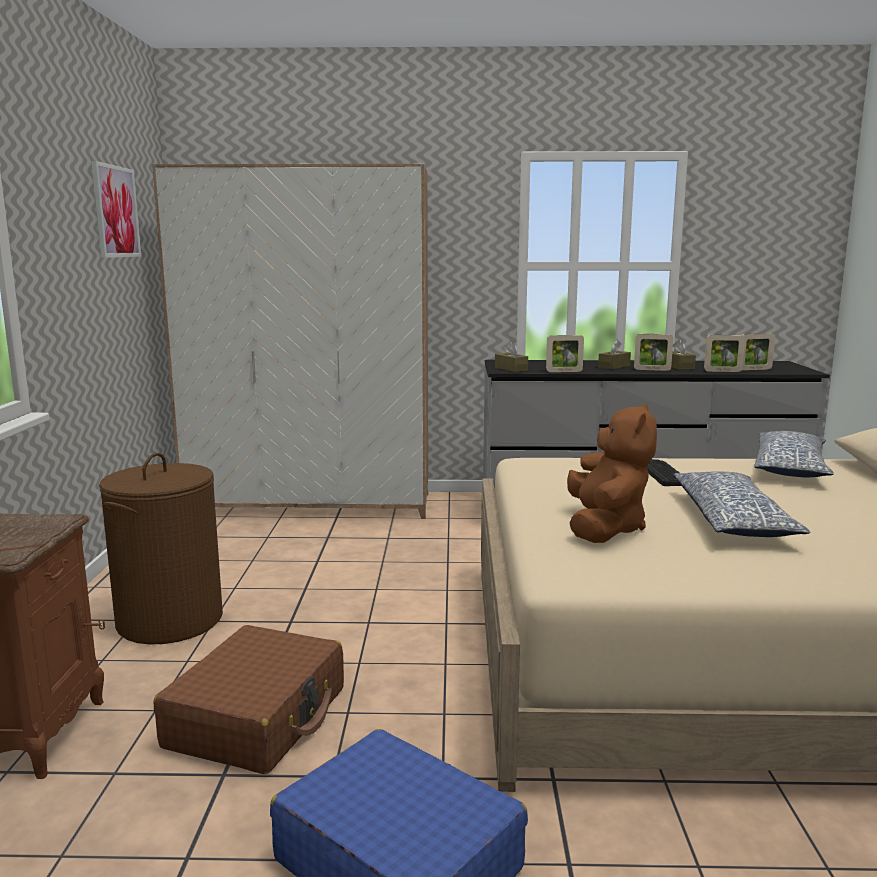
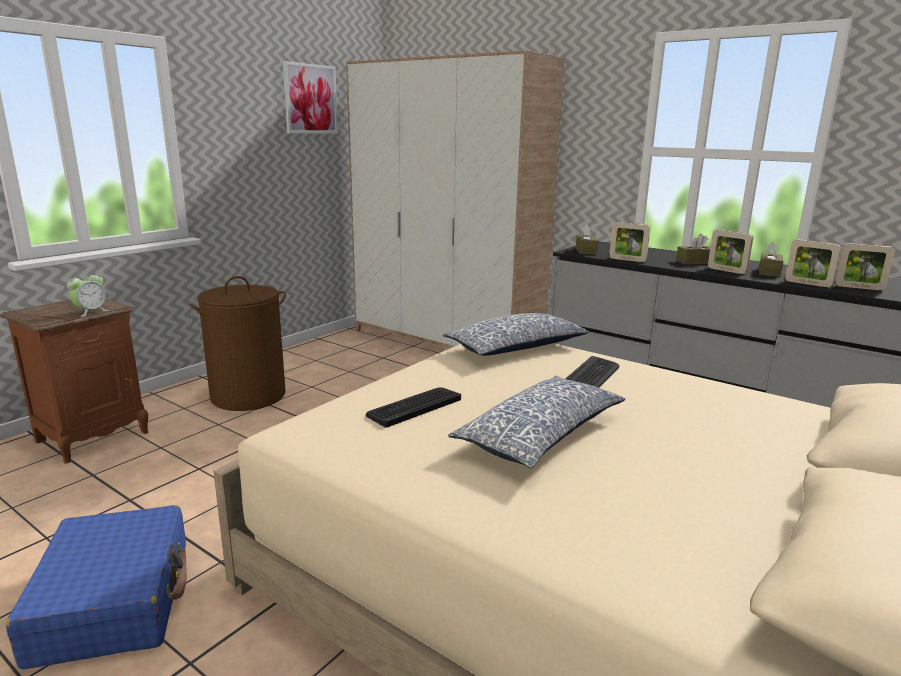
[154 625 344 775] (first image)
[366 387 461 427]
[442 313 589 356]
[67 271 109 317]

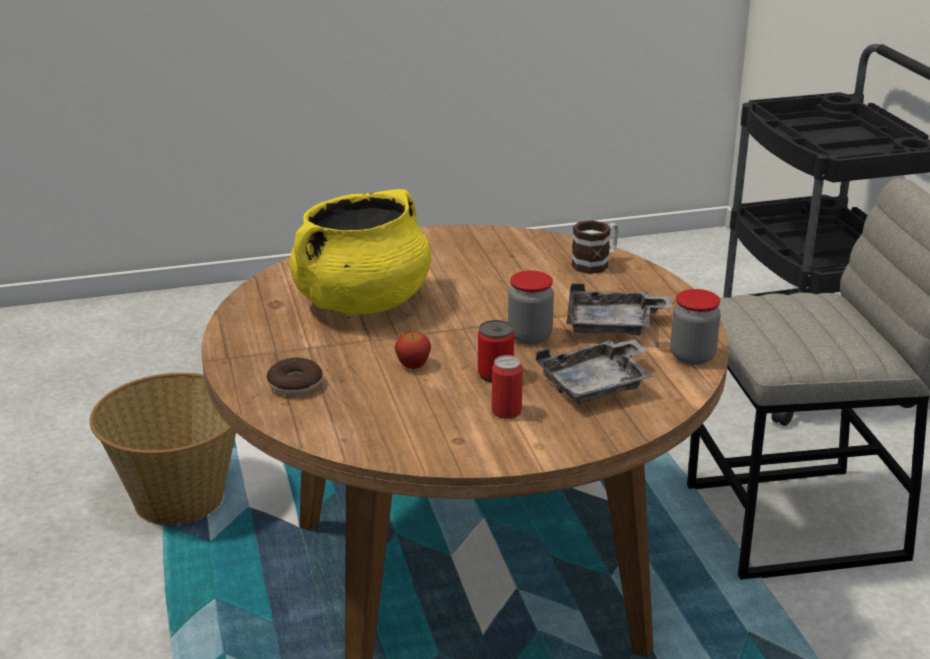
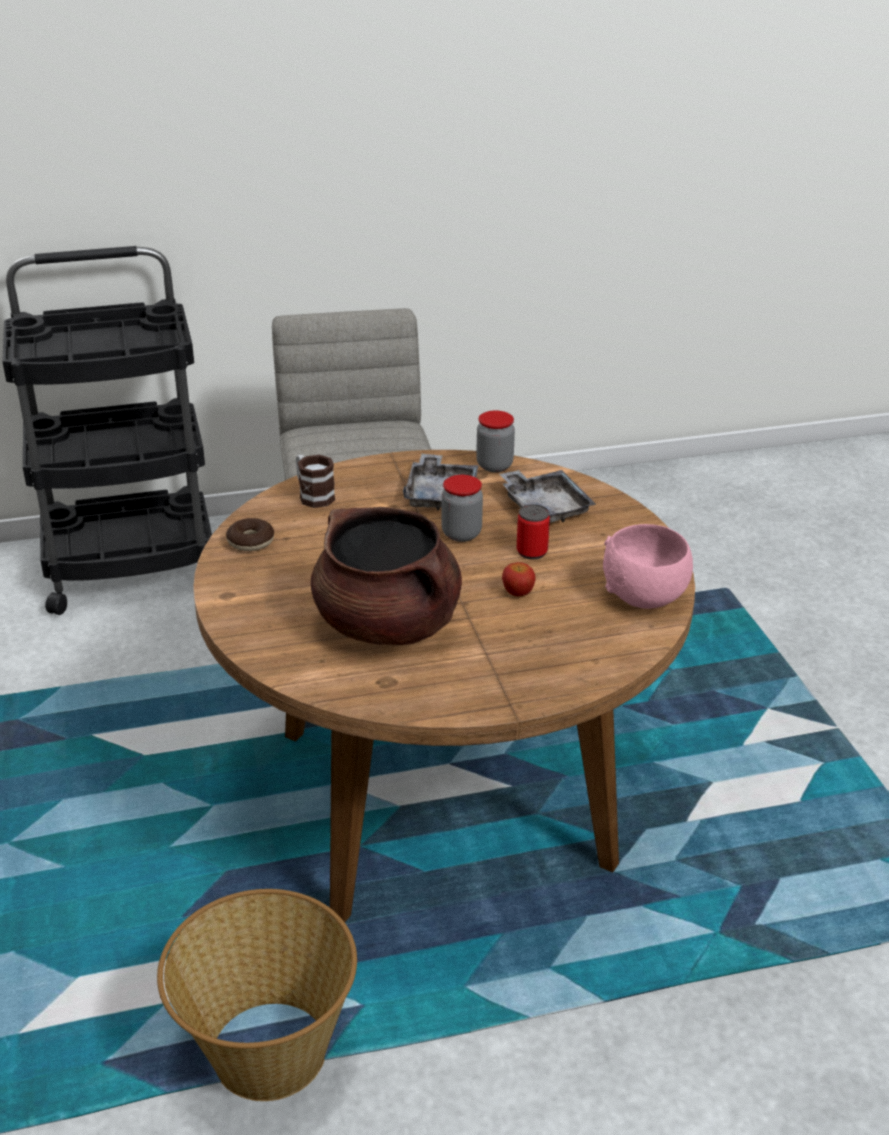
[226 518 274 551]
[311 507 462 645]
[492 355 523 419] (first image)
[603 524 693 609]

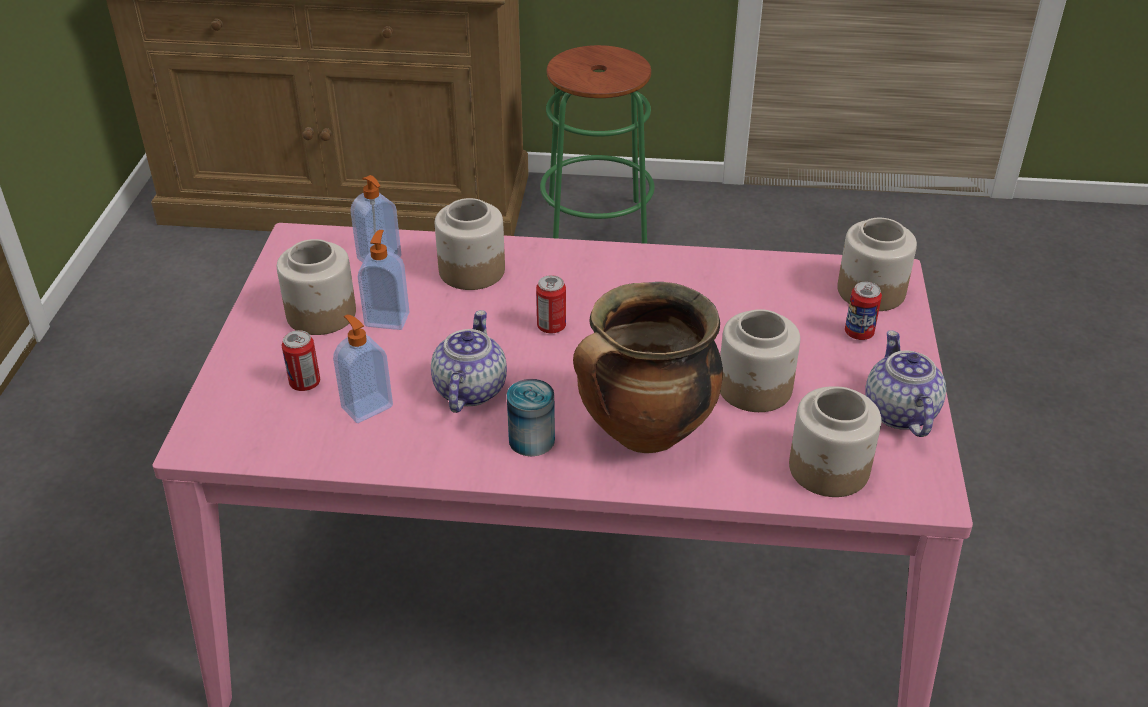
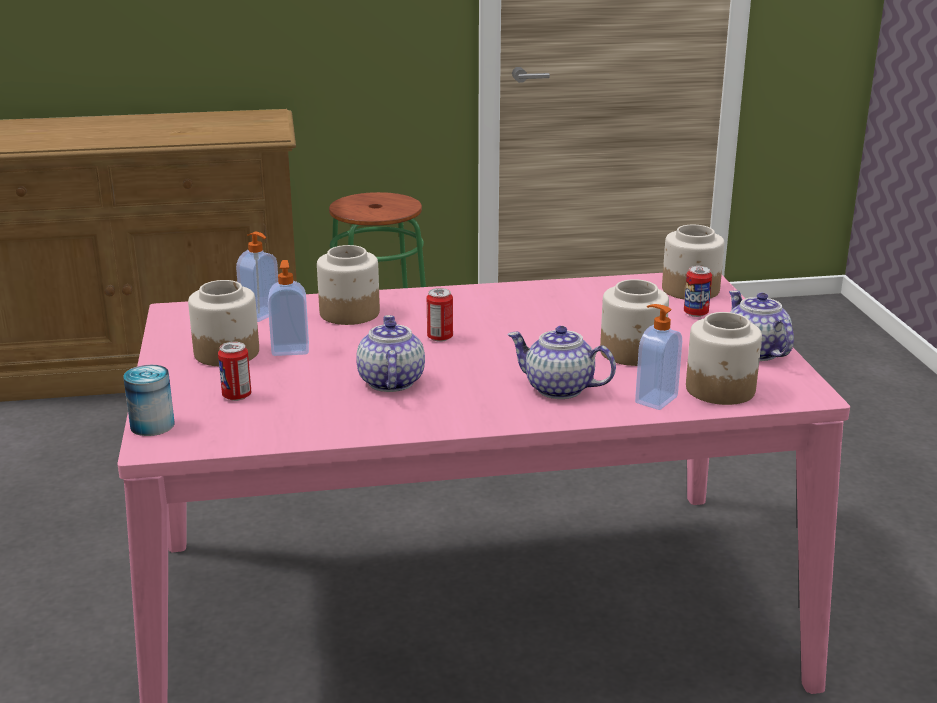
[635 304 682 410]
[123 365 175 436]
[508 326 616 399]

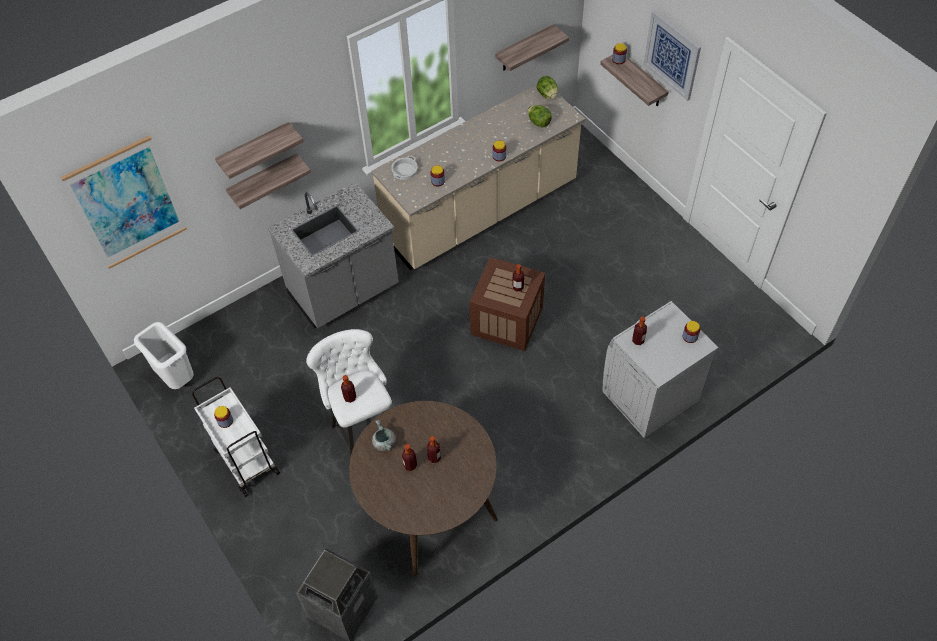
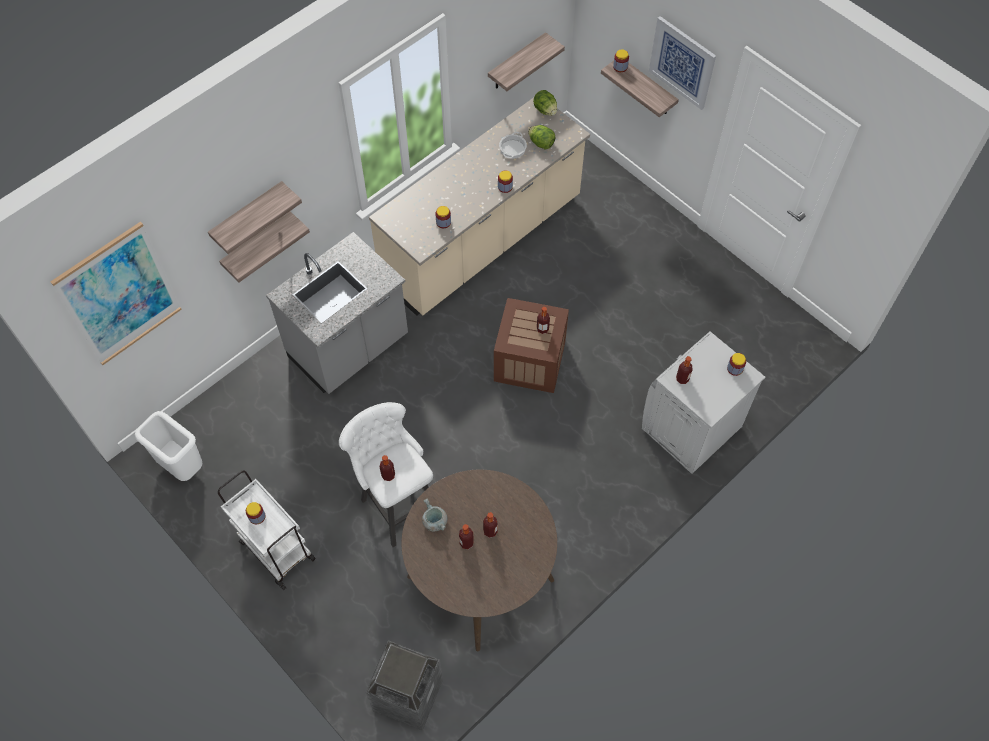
[499 132 527 159]

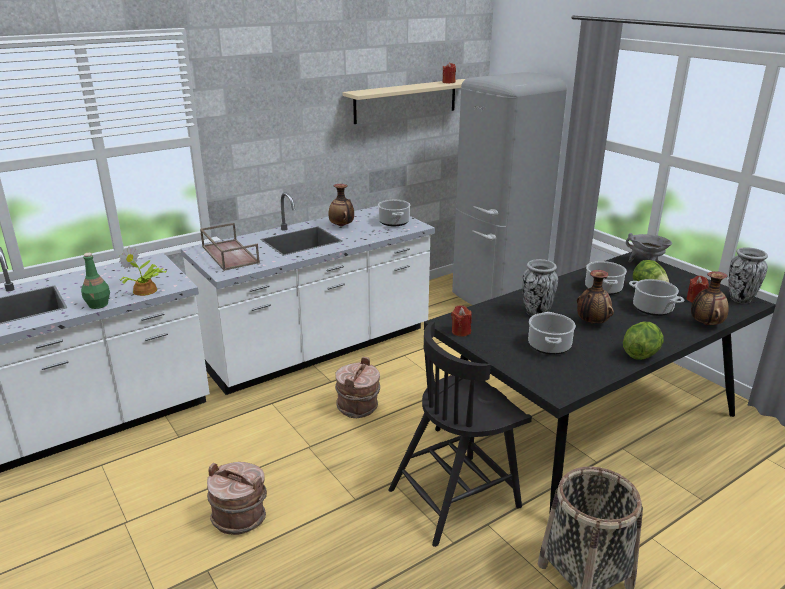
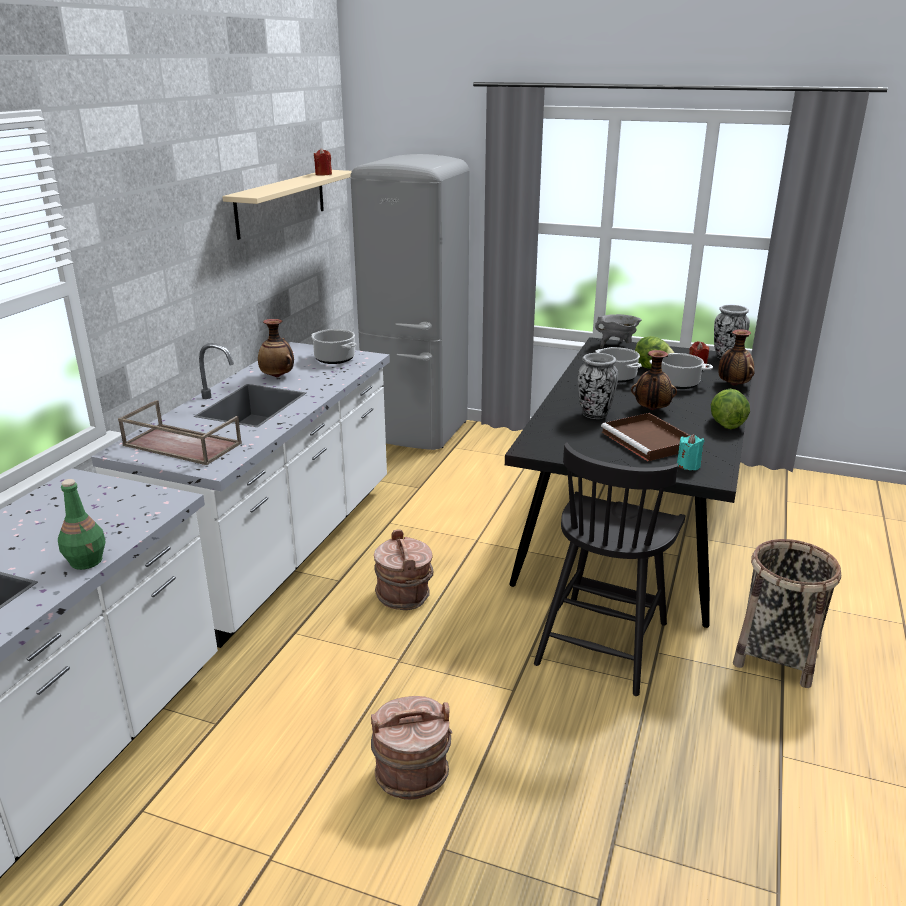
[119 247 167 296] (first image)
[451 305 472 337] (first image)
[601 413 691 461]
[677 434 704 470]

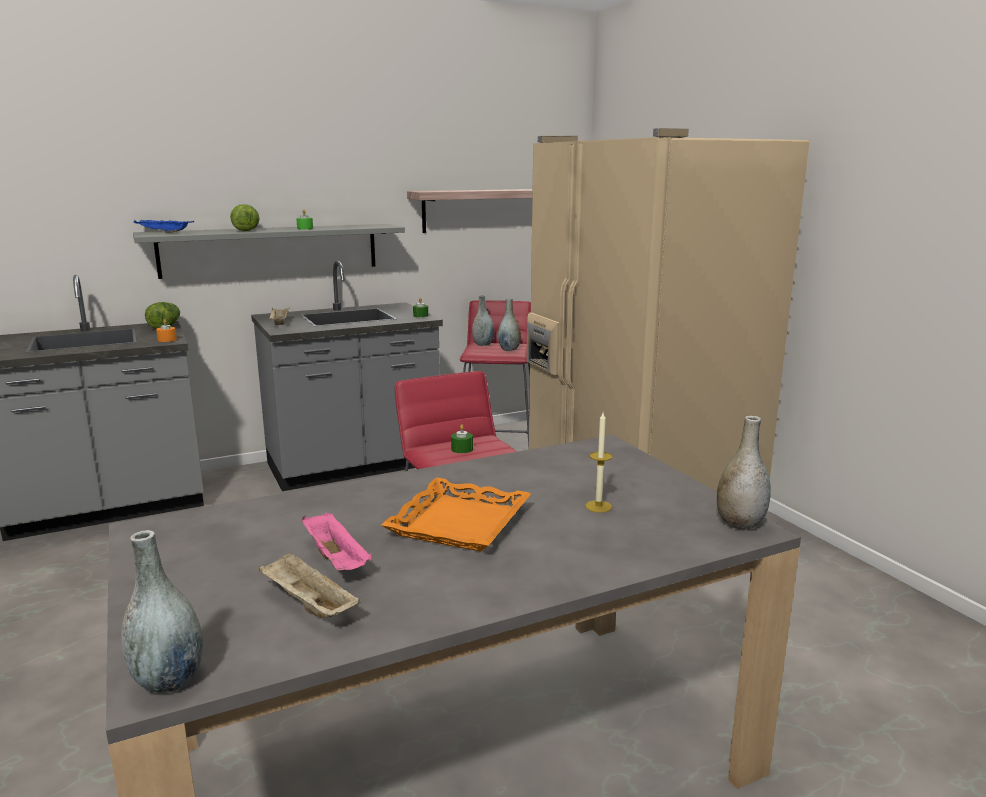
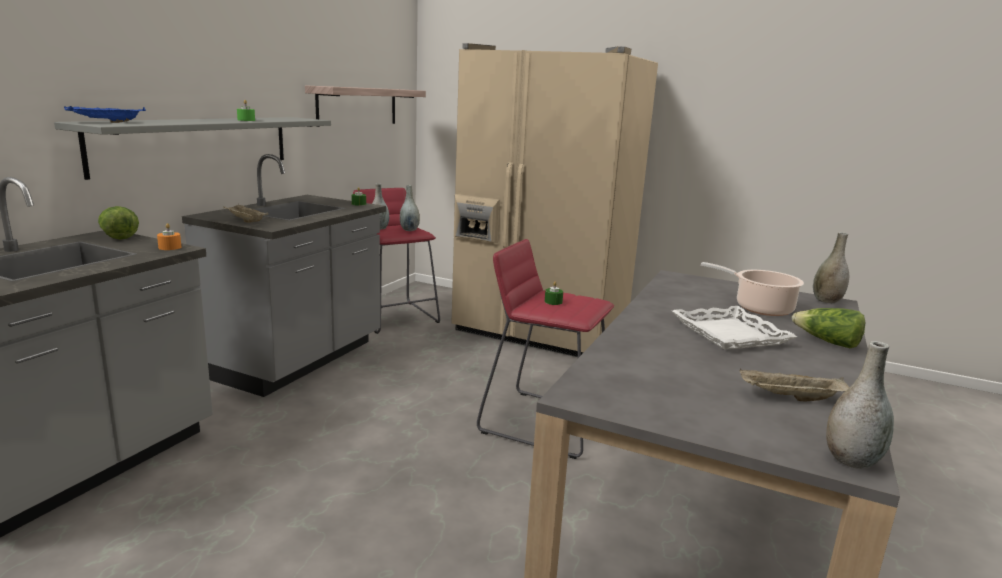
[792 308 865 348]
[302 513 372 571] (first image)
[672 306 797 350]
[701 262 804 316]

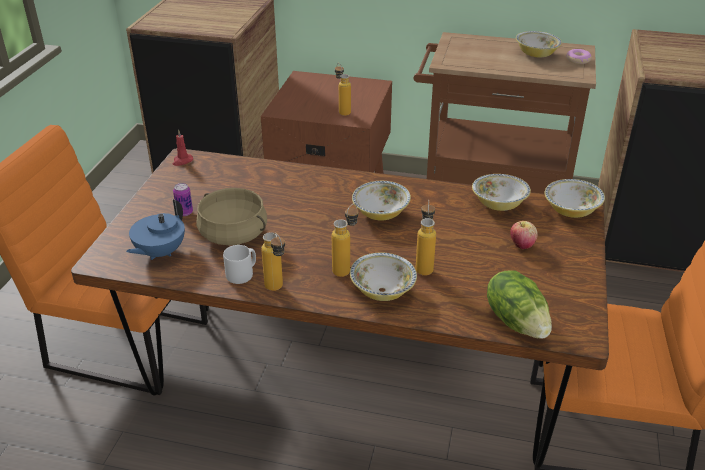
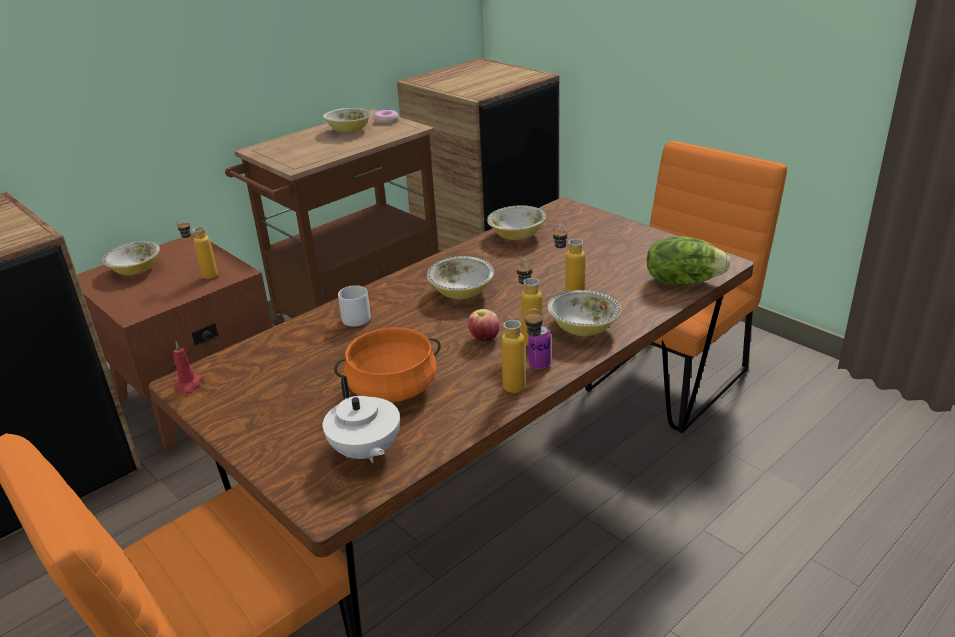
[322 376 400 463]
[528 325 551 369]
[334 327 441 403]
[338 285 371 327]
[468 309 500 341]
[102 241 160 275]

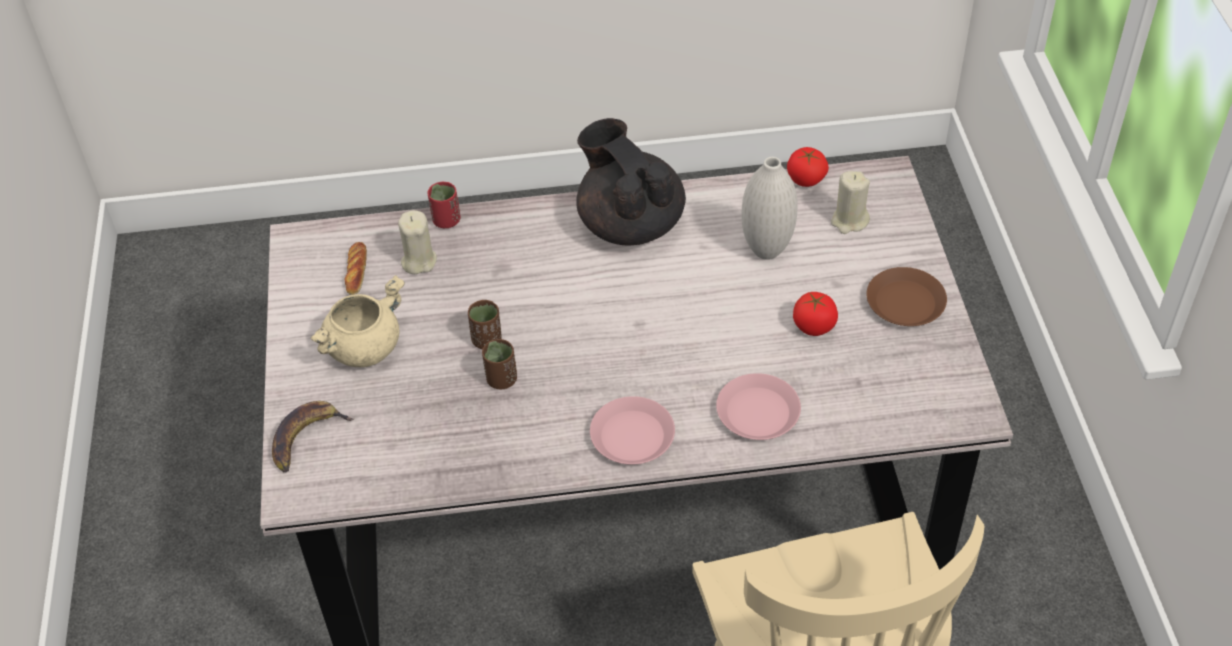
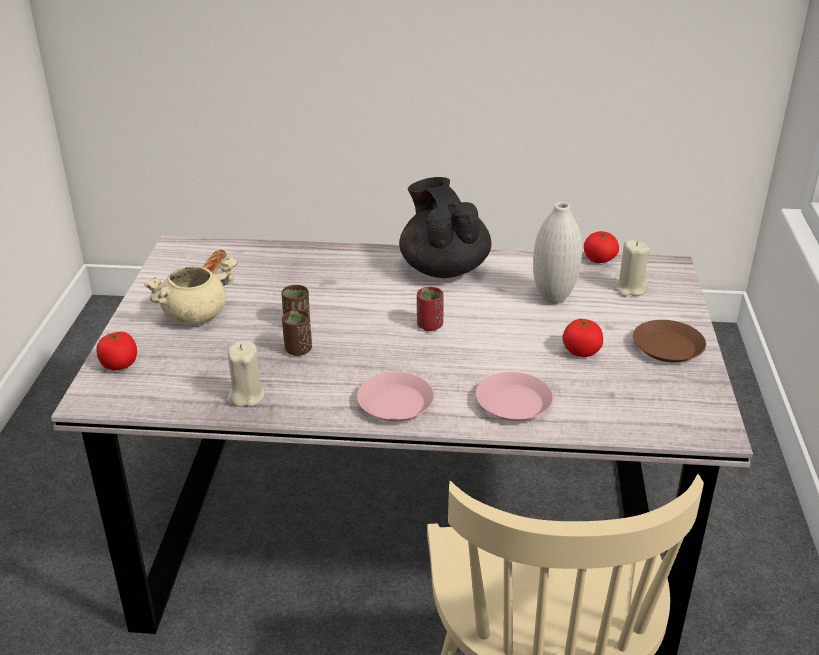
[96 331 137 371]
[228 341 265 407]
[417 287 444 331]

